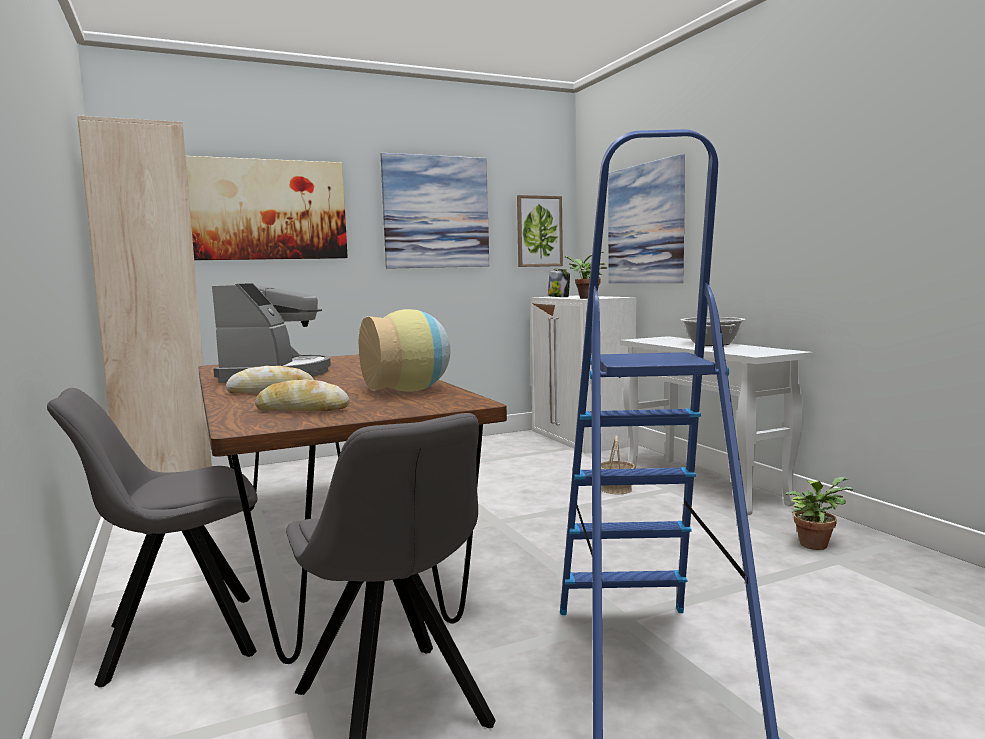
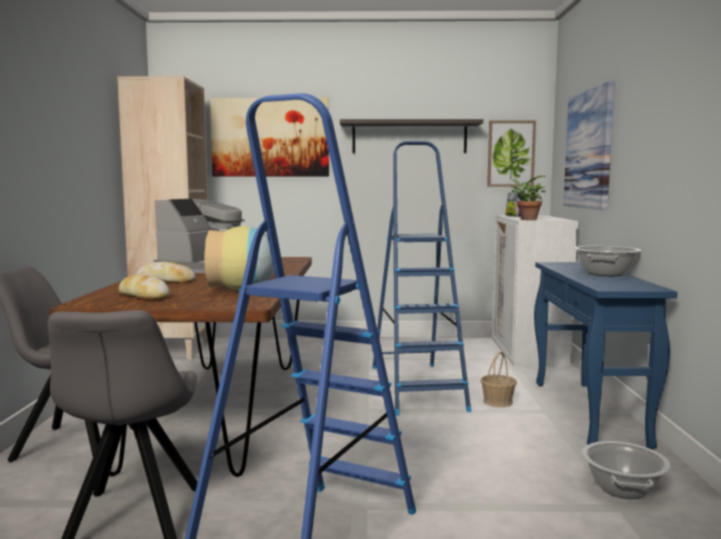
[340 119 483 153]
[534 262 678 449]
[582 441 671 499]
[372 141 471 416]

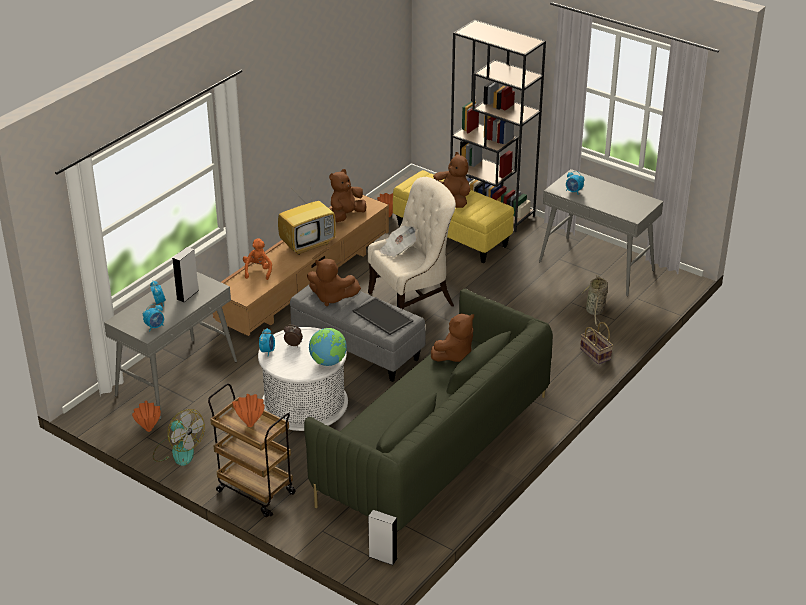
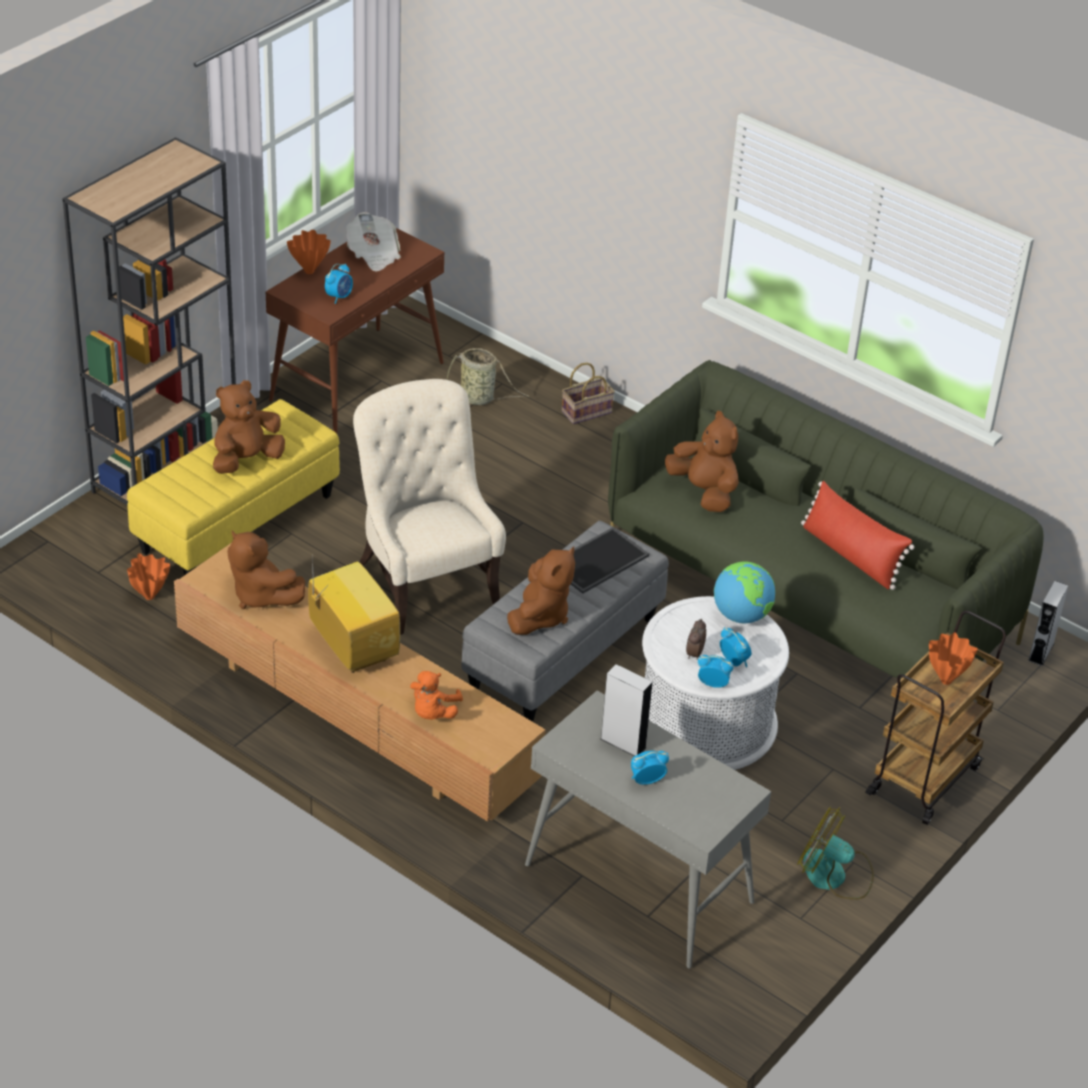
[287 230 331 274]
[720 627 751 668]
[797 807 874 900]
[410 671 463 720]
[346 212 401 272]
[265 228 445 434]
[801 481 915 590]

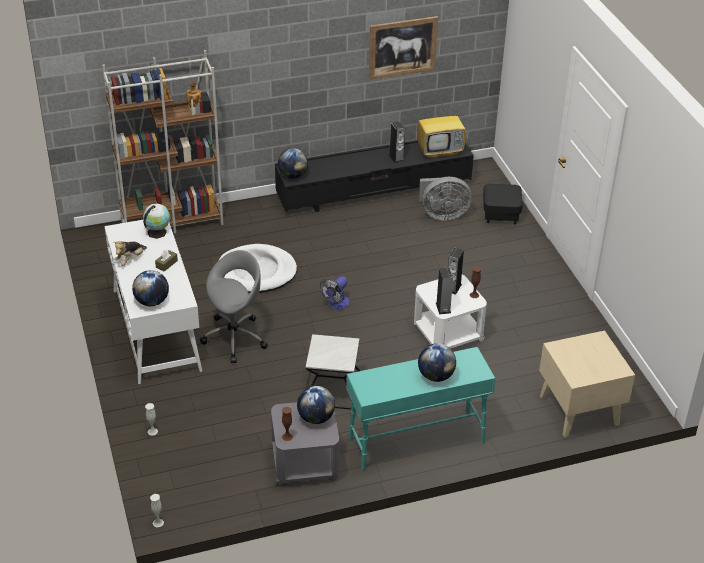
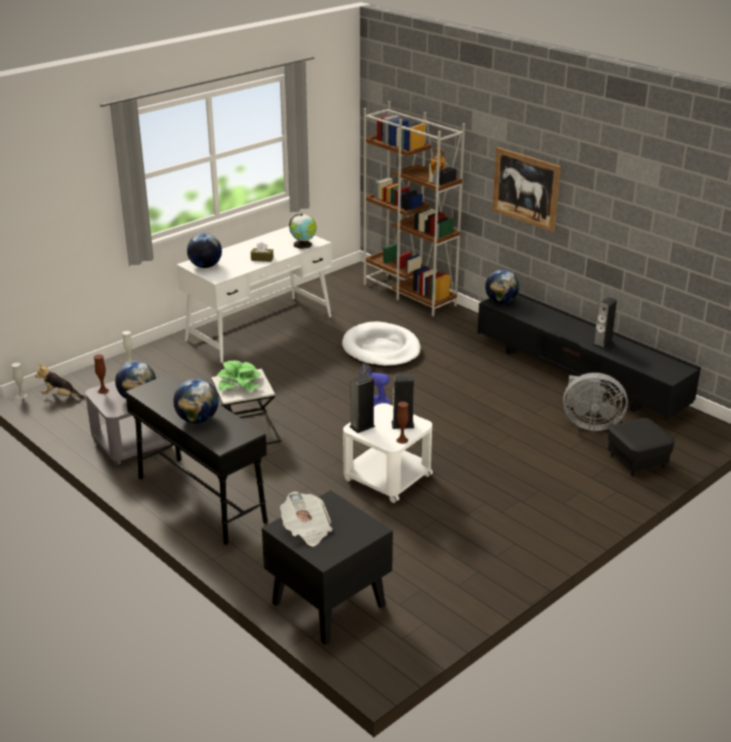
[35 364 85 399]
[200 250 268 363] (first image)
[125 373 268 545]
[492 147 561 232]
[417 102 466 158] (first image)
[563 373 628 431]
[262 490 393 645]
[216 360 261 392]
[280 491 333 546]

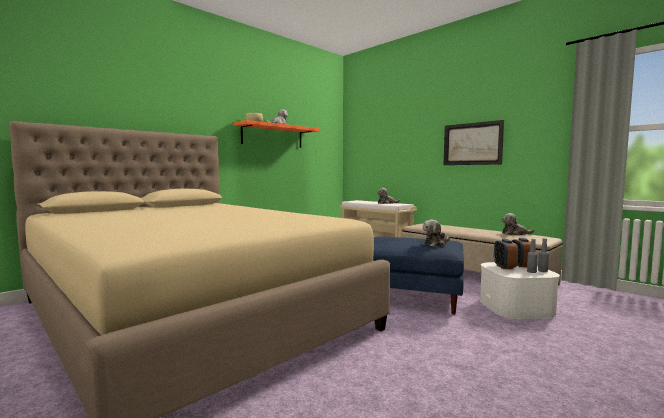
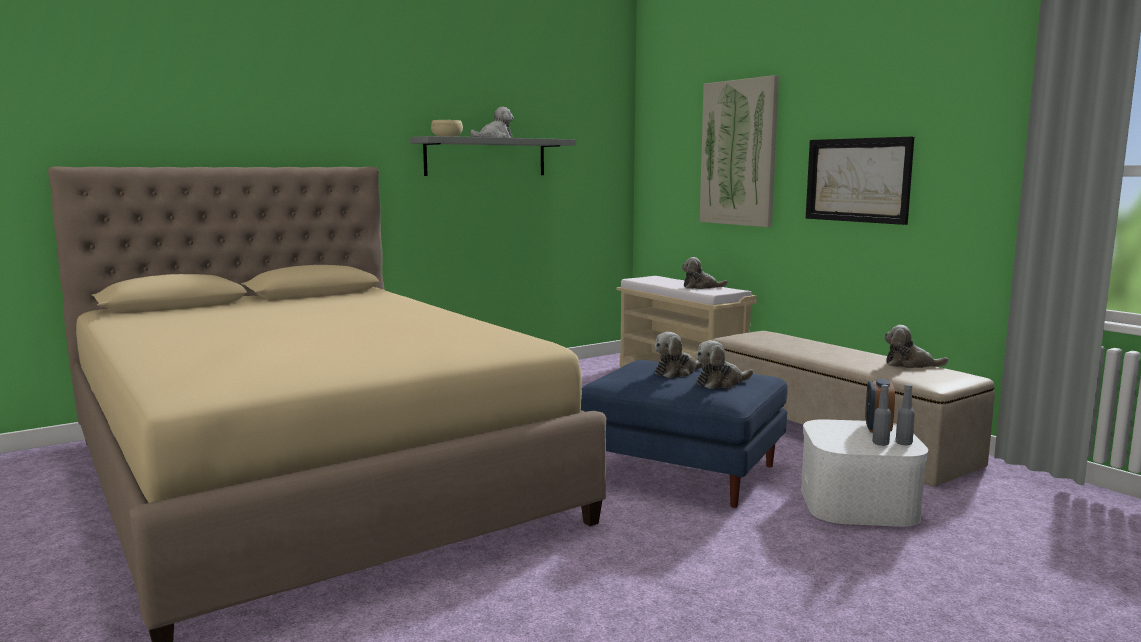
[410 136 575 176]
[494 239 518 269] (first image)
[654 332 702 378]
[700 75 779 227]

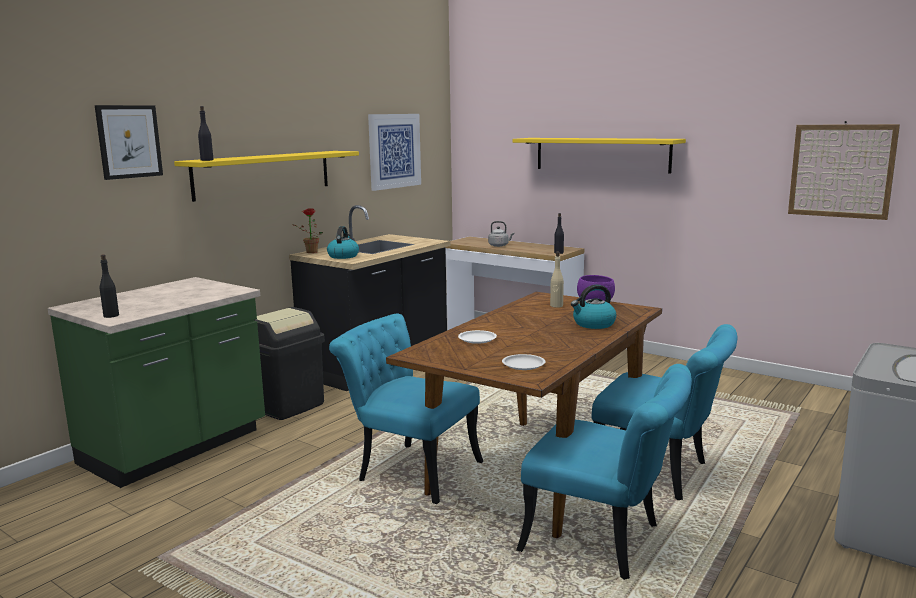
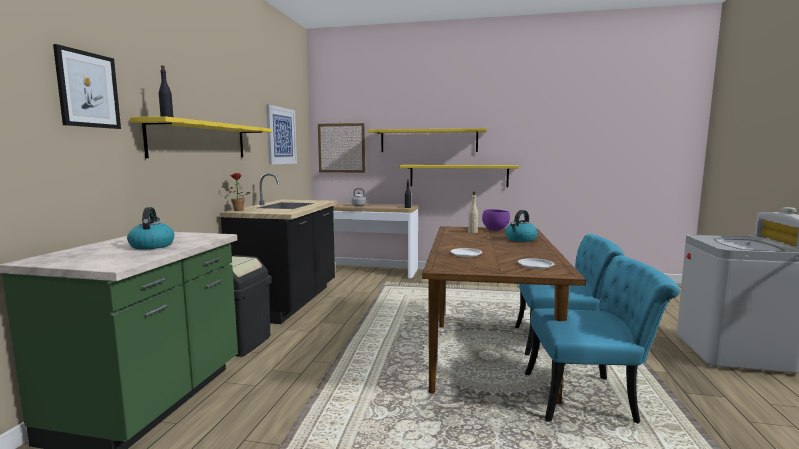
[100 254 119 318] (first image)
[127 207 174 249]
[329 314 483 504] (first image)
[318 122 365 173]
[399 165 519 188]

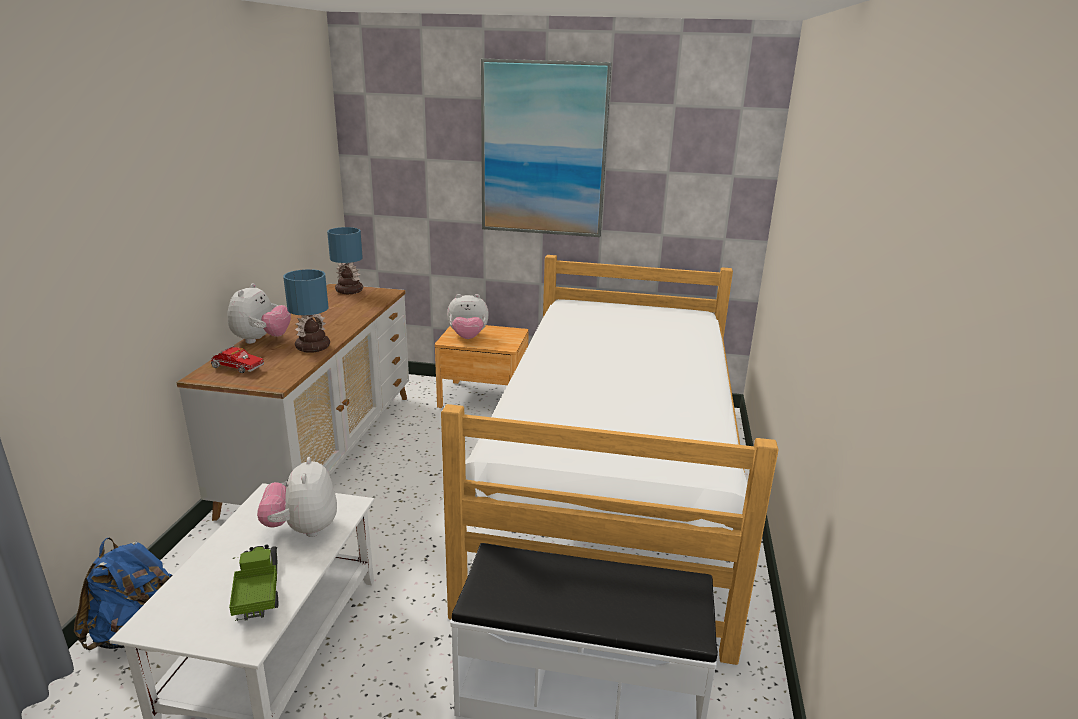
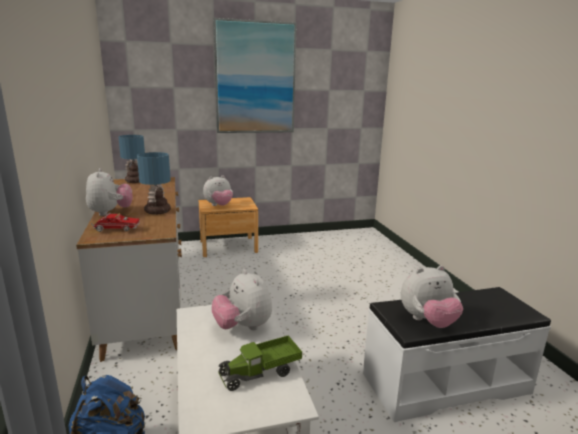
[218 335 302 391]
[441 255 778 665] (first image)
[401 266 463 328]

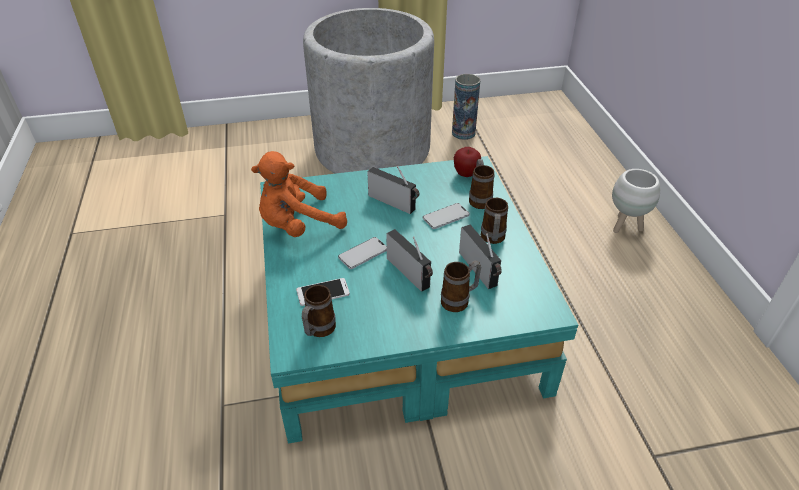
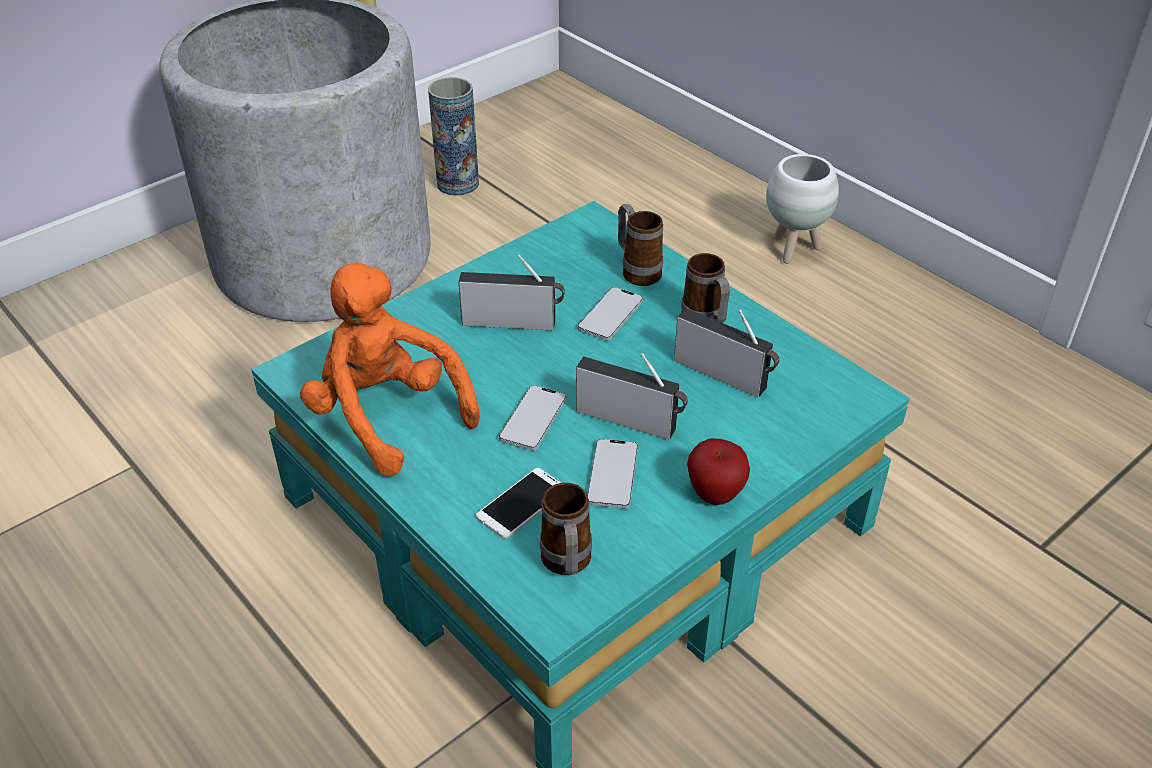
[300 263 480 476]
[441 260 481 312] (first image)
[687 438 750 505]
[587 439 638 509]

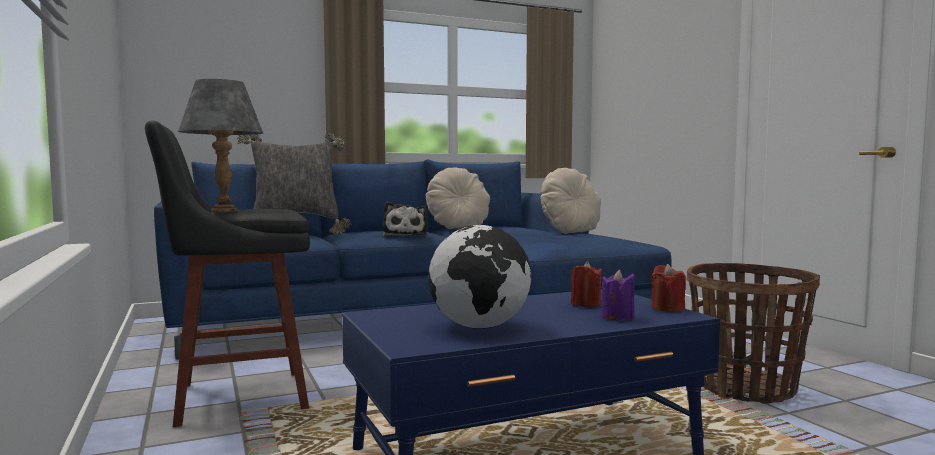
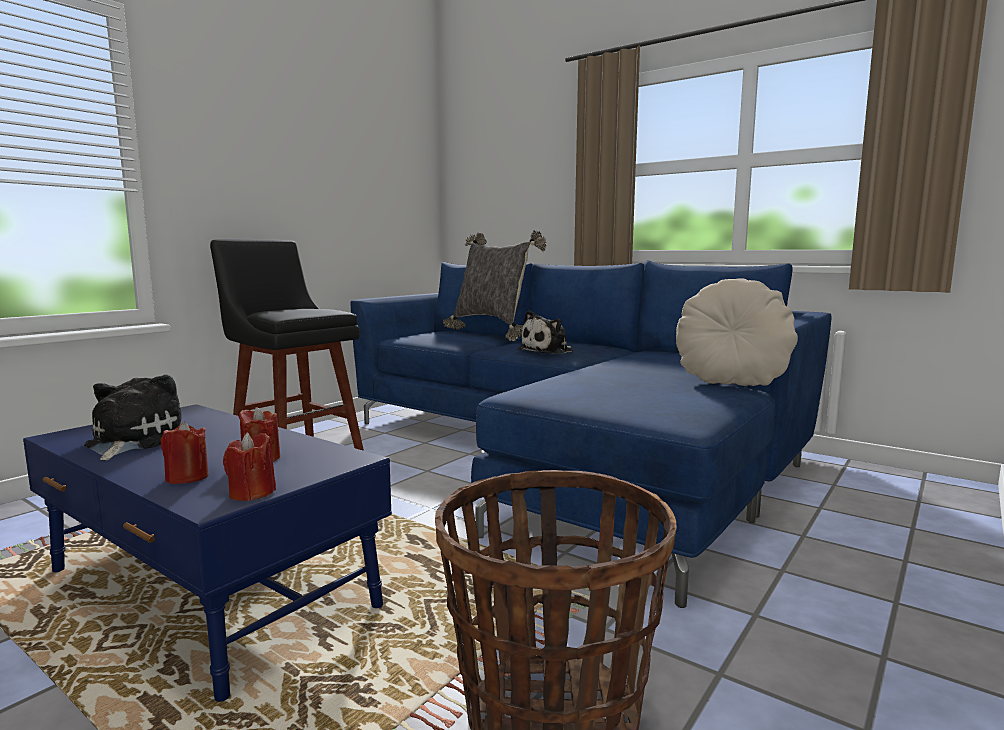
[178 79 263 212] (first image)
[426 167 490 229] (first image)
[84 375 182 460]
[161 421 209 484]

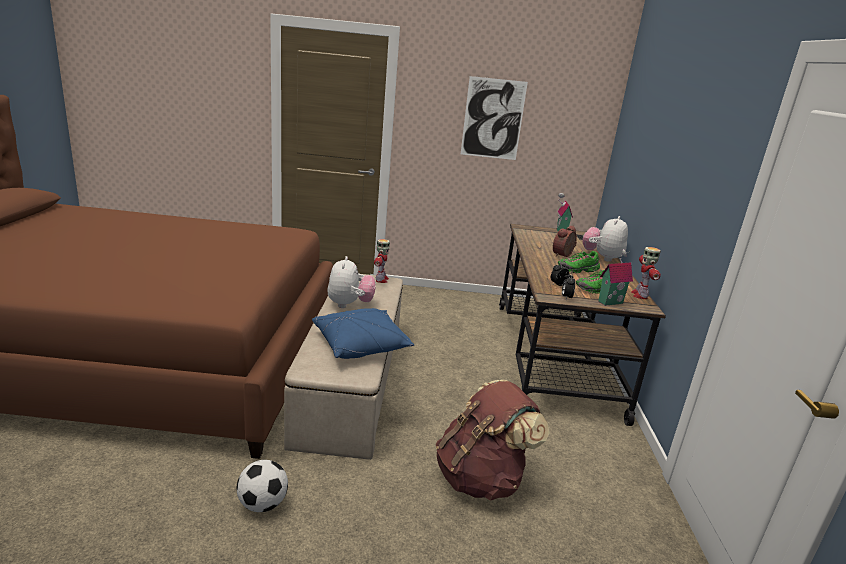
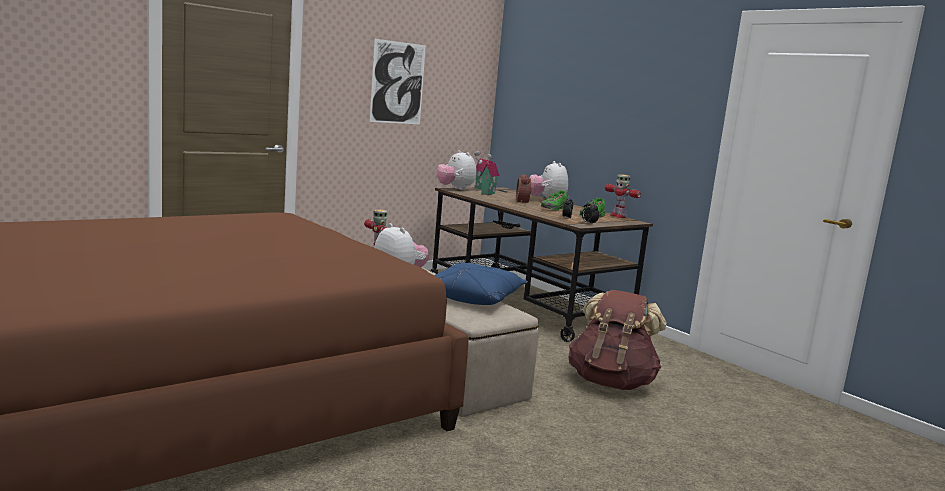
[237 460 288 512] (first image)
[480 154 500 195]
[436 150 476 190]

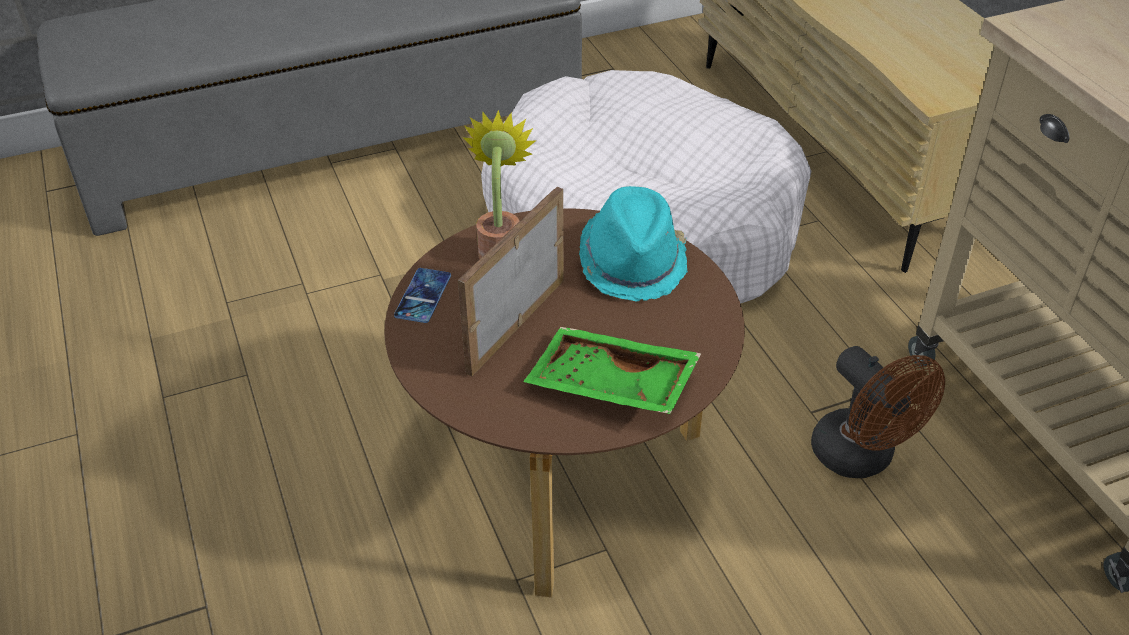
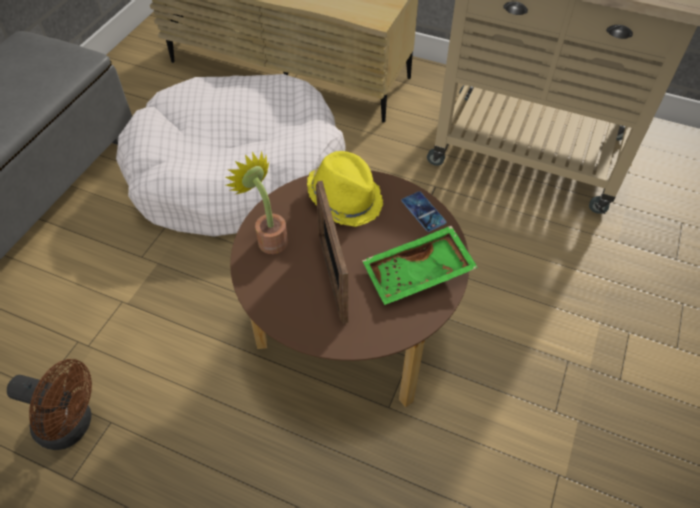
[402 191 446 232]
[307 151 383 227]
[7 359 92 450]

